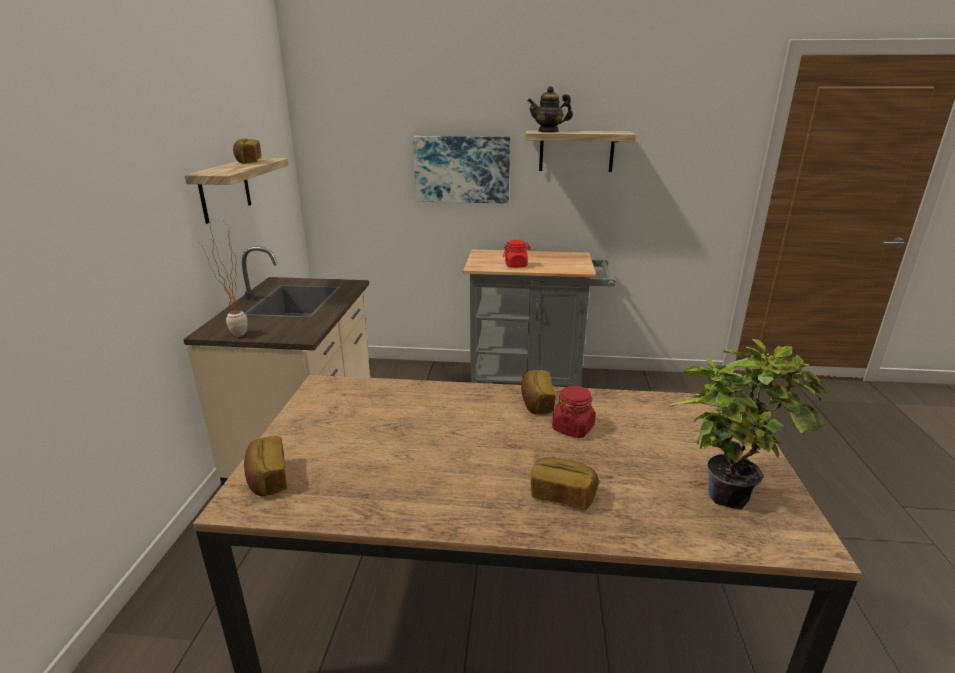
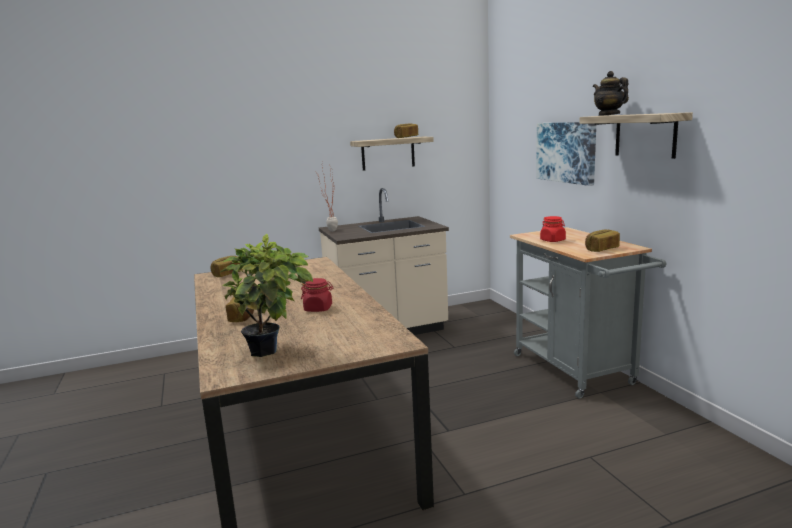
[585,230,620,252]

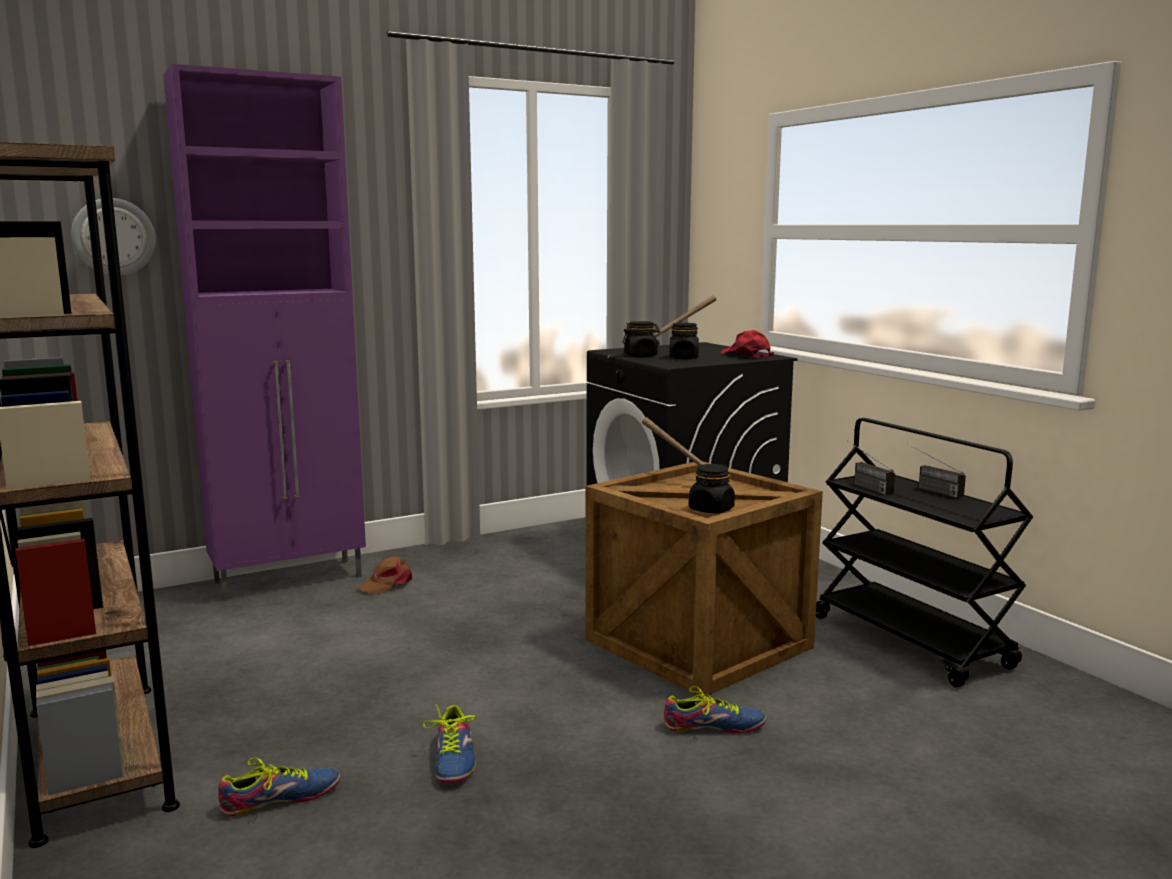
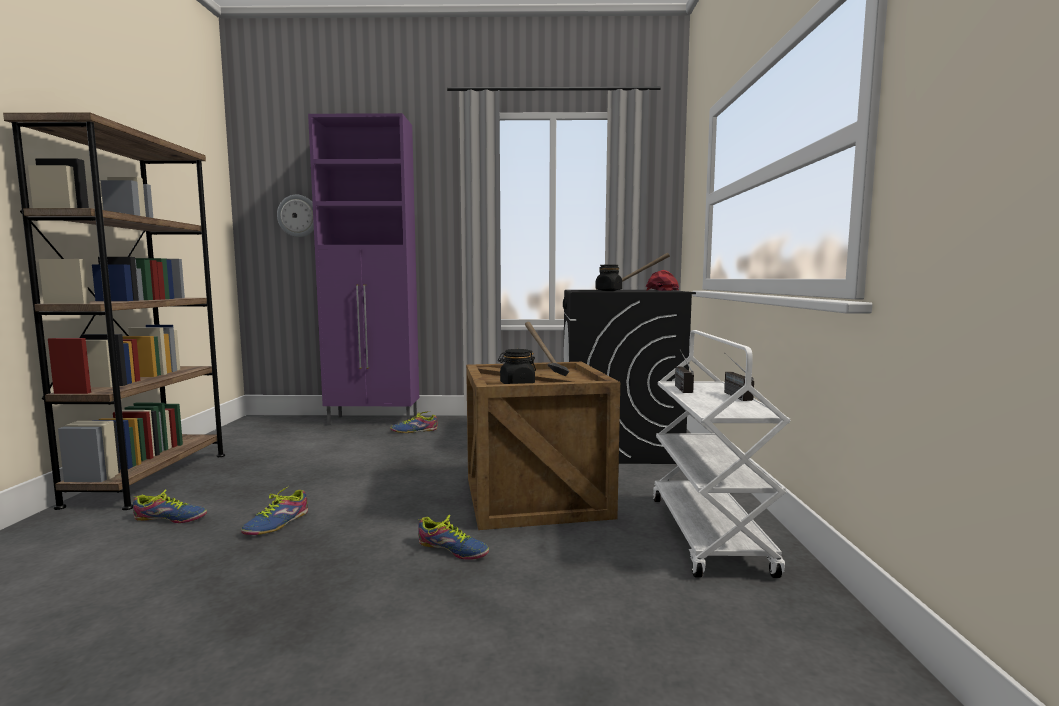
[622,321,660,357] (first image)
[390,411,438,433]
[653,330,791,578]

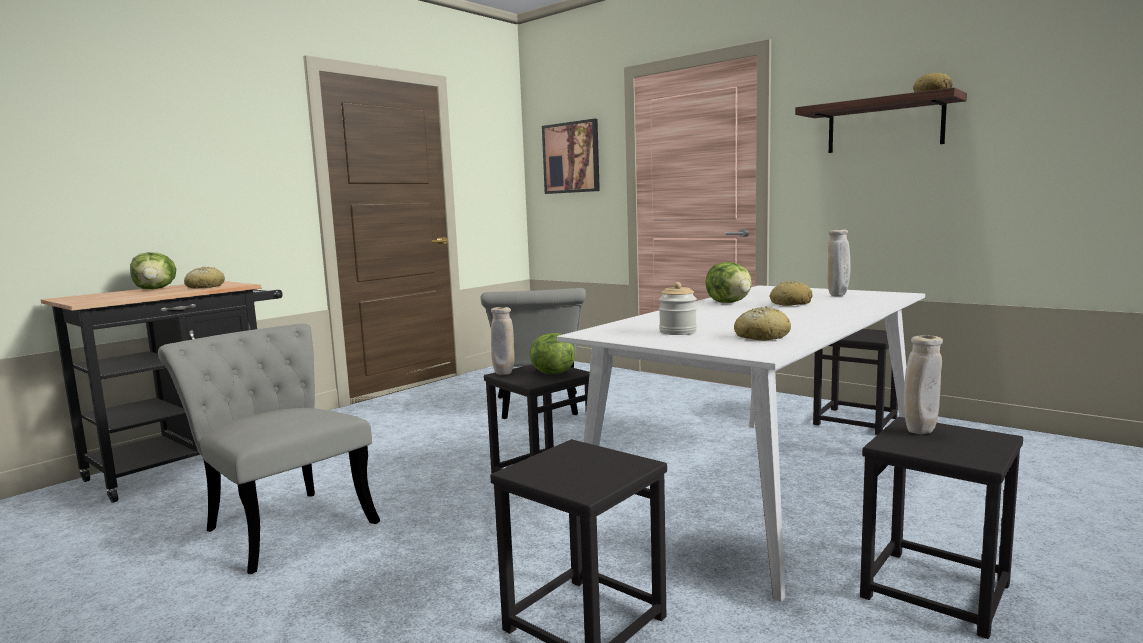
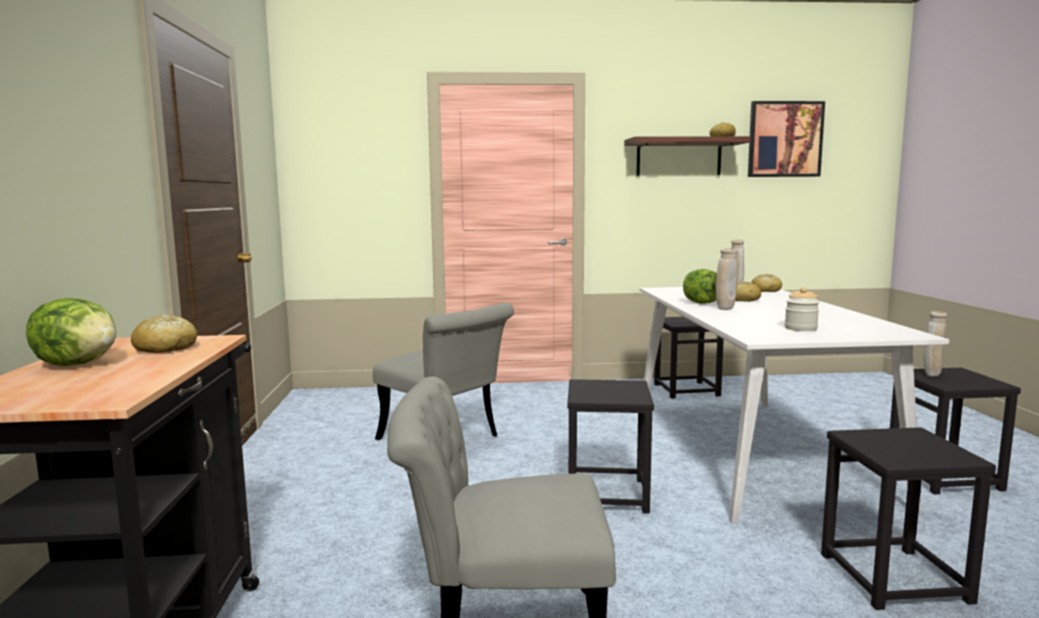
[529,333,575,374] (first image)
[716,248,738,310]
[748,101,825,177]
[751,273,782,292]

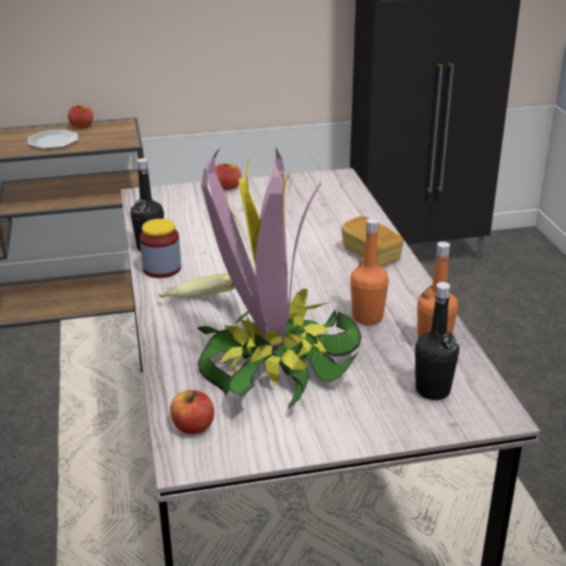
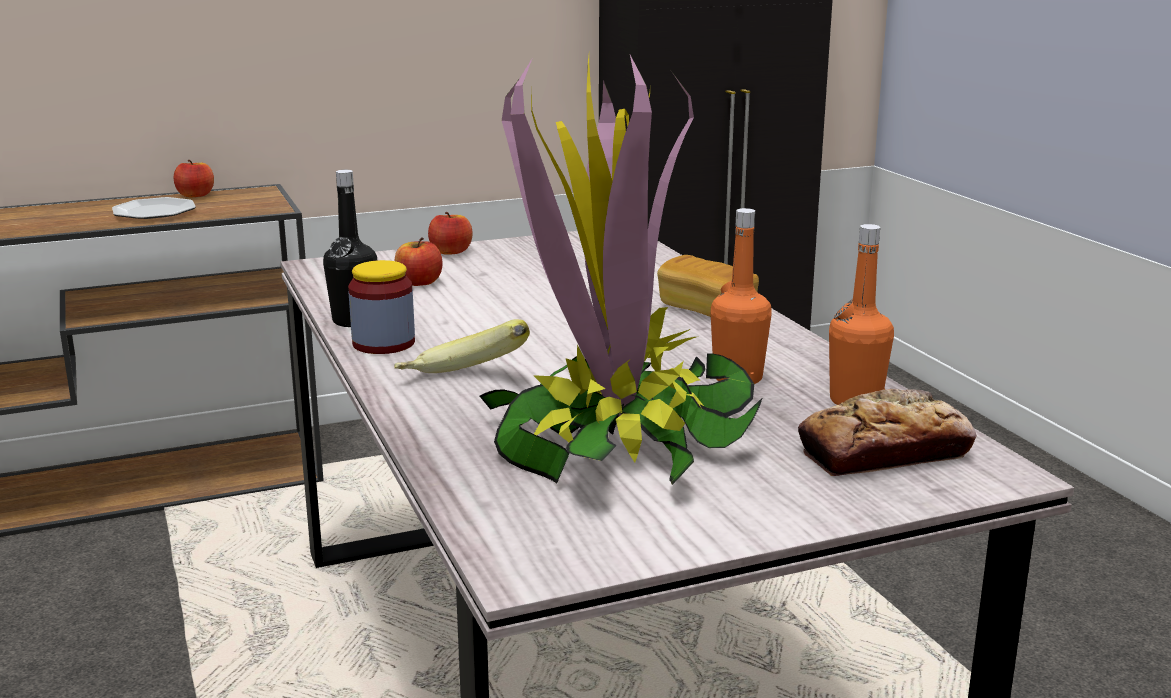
[395,237,443,286]
[798,389,977,476]

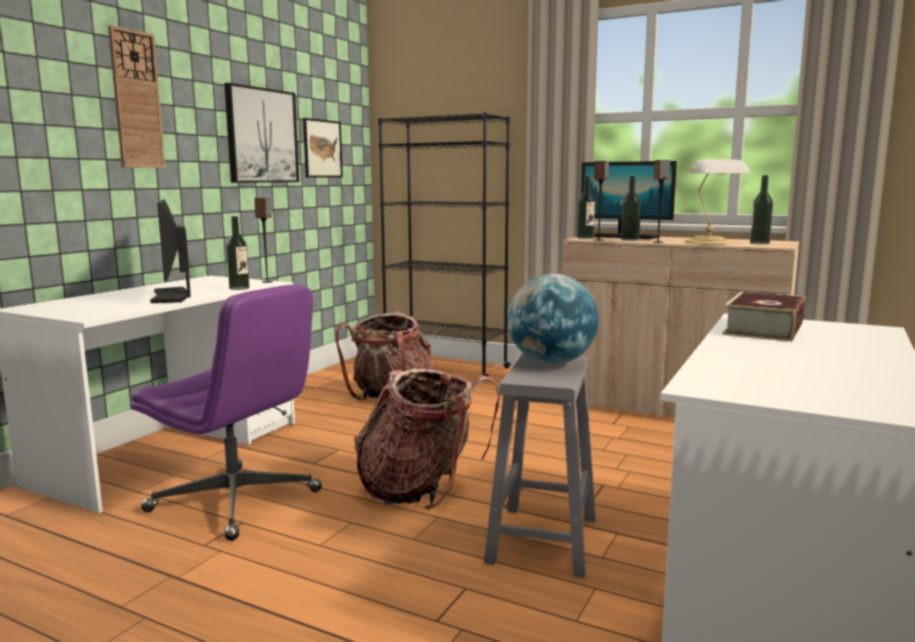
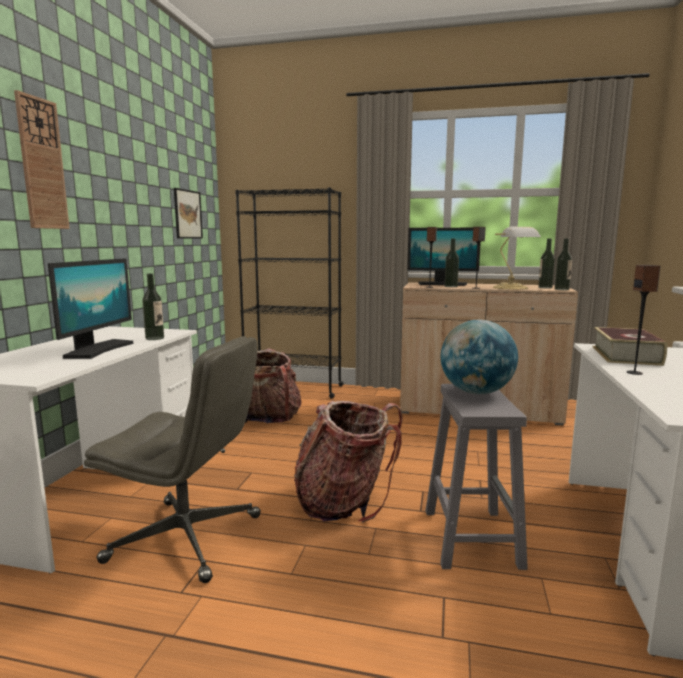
[224,83,299,183] (first image)
[627,265,661,375]
[554,238,572,290]
[84,336,261,583]
[48,258,133,359]

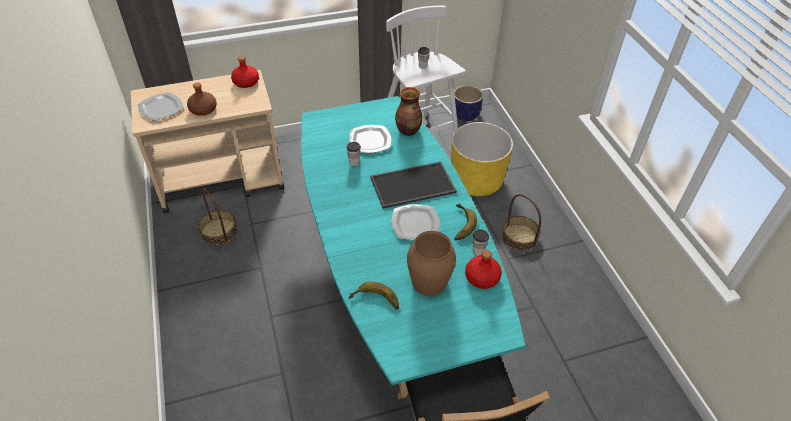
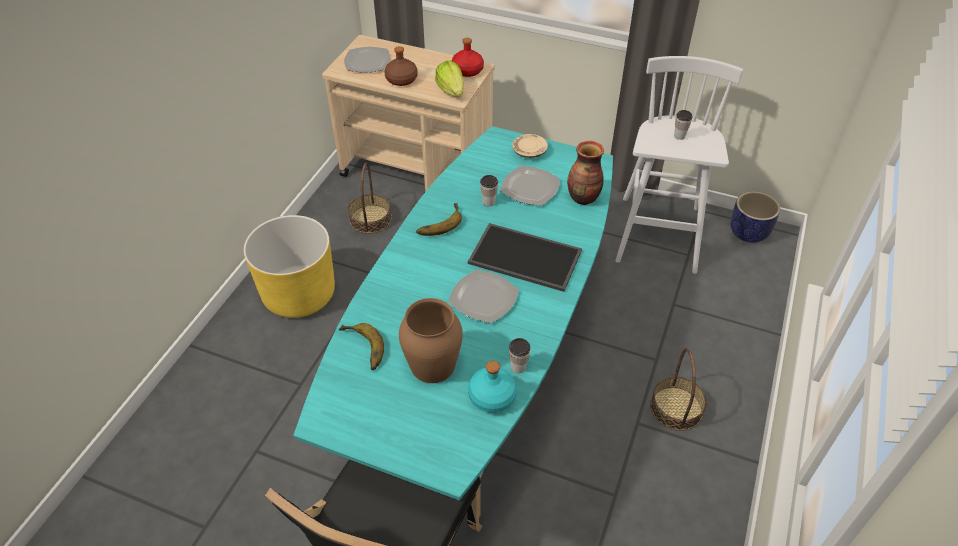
[435,61,464,97]
[512,134,548,158]
[244,215,335,318]
[416,203,462,236]
[468,361,517,412]

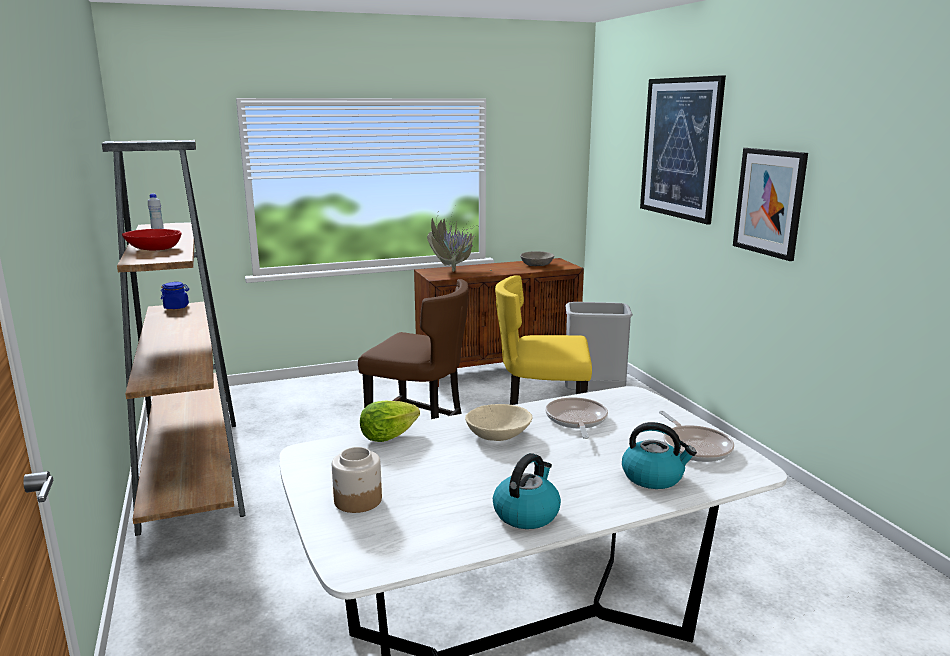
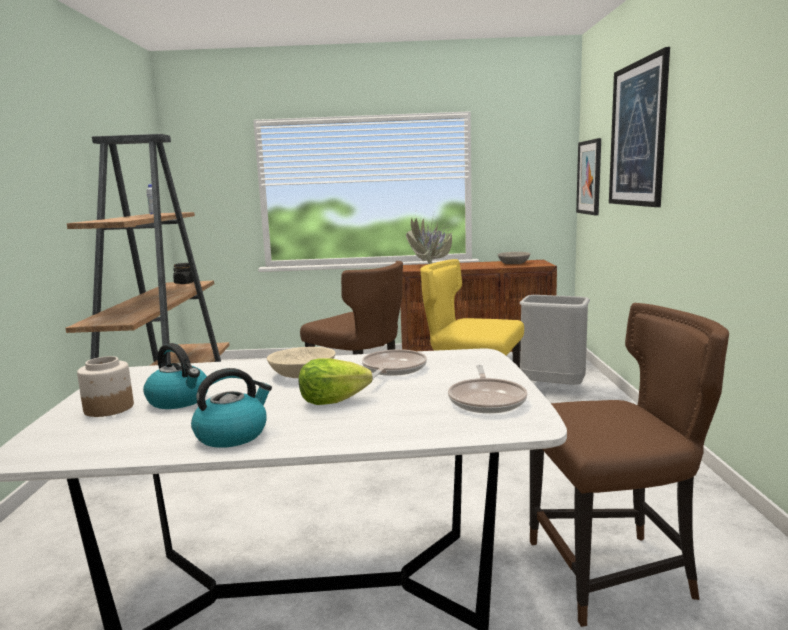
[122,229,182,251] (first image)
[530,303,729,627]
[299,359,373,405]
[143,343,208,409]
[576,138,601,215]
[173,263,194,284]

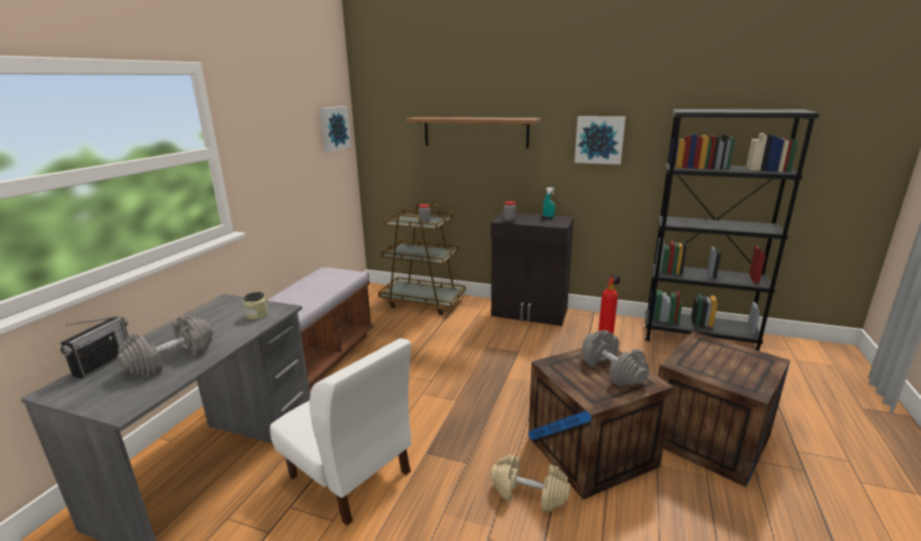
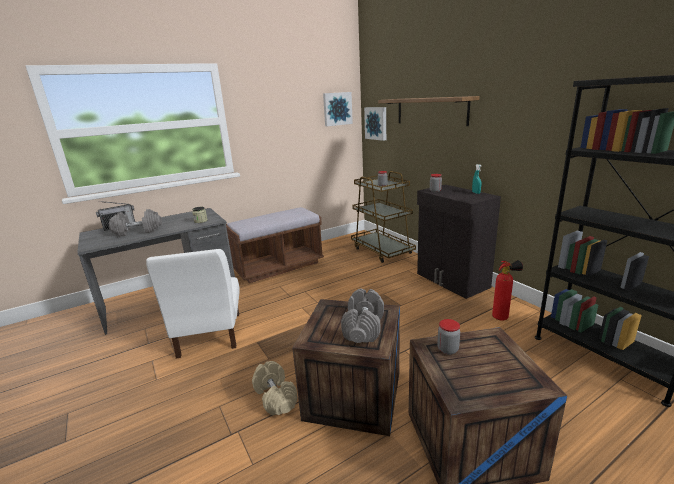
[437,319,460,355]
[364,107,386,141]

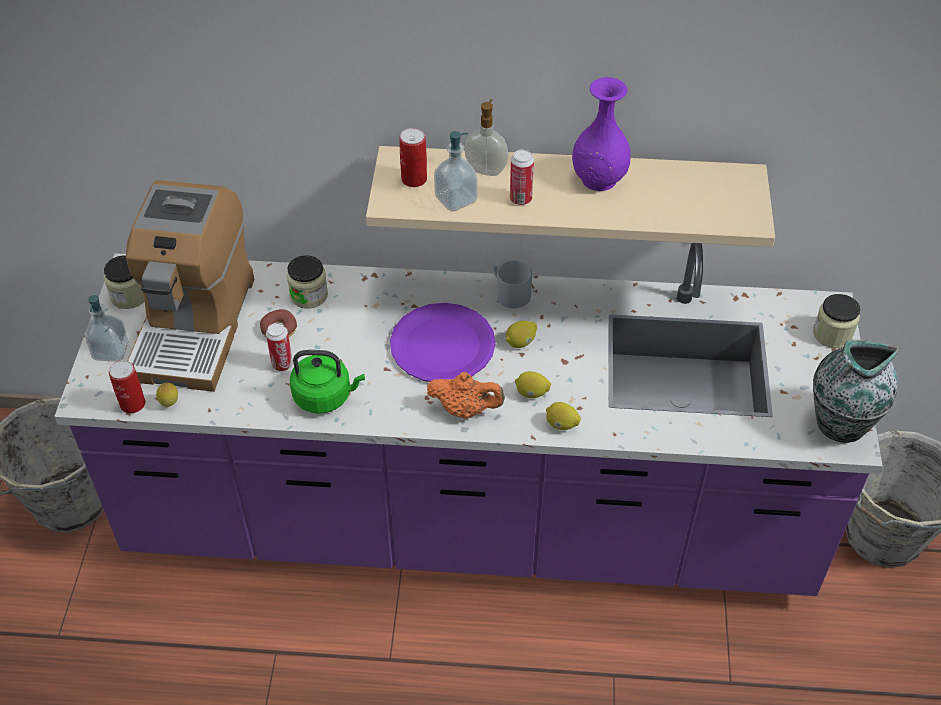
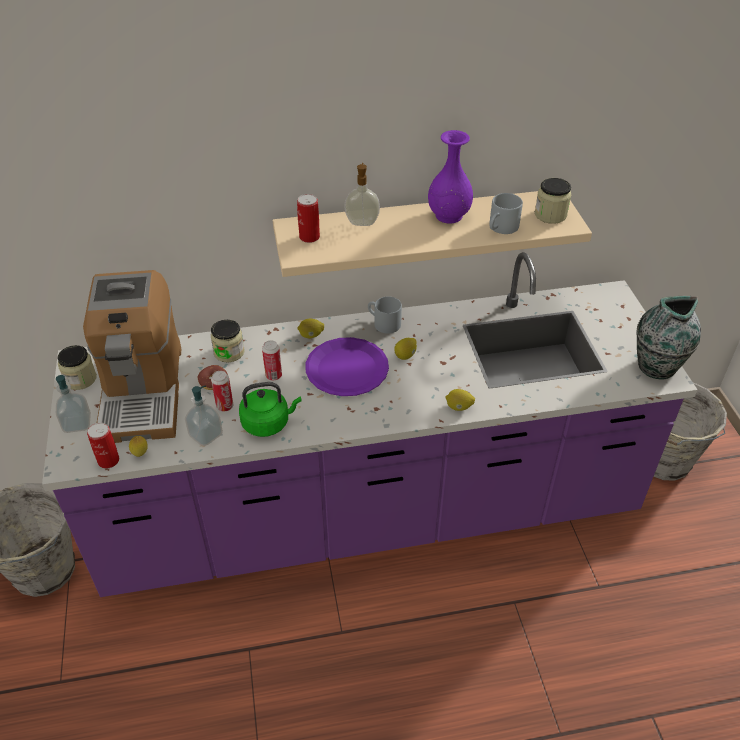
[427,372,505,419] (first image)
[489,193,523,234]
[185,385,223,446]
[262,340,282,380]
[297,319,324,338]
[535,178,571,224]

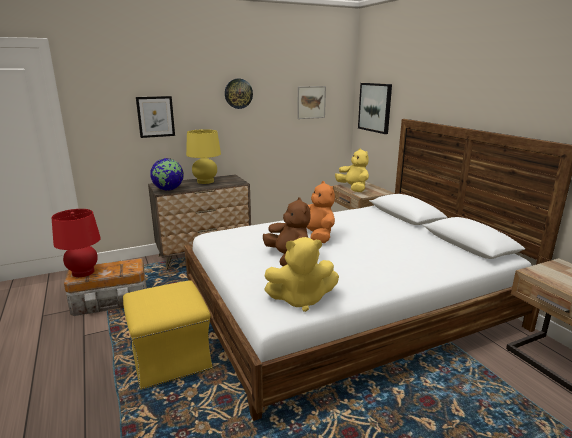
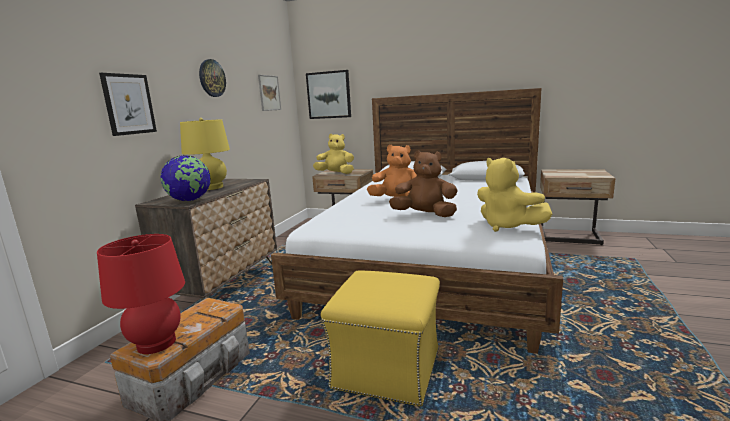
[477,158,552,232]

